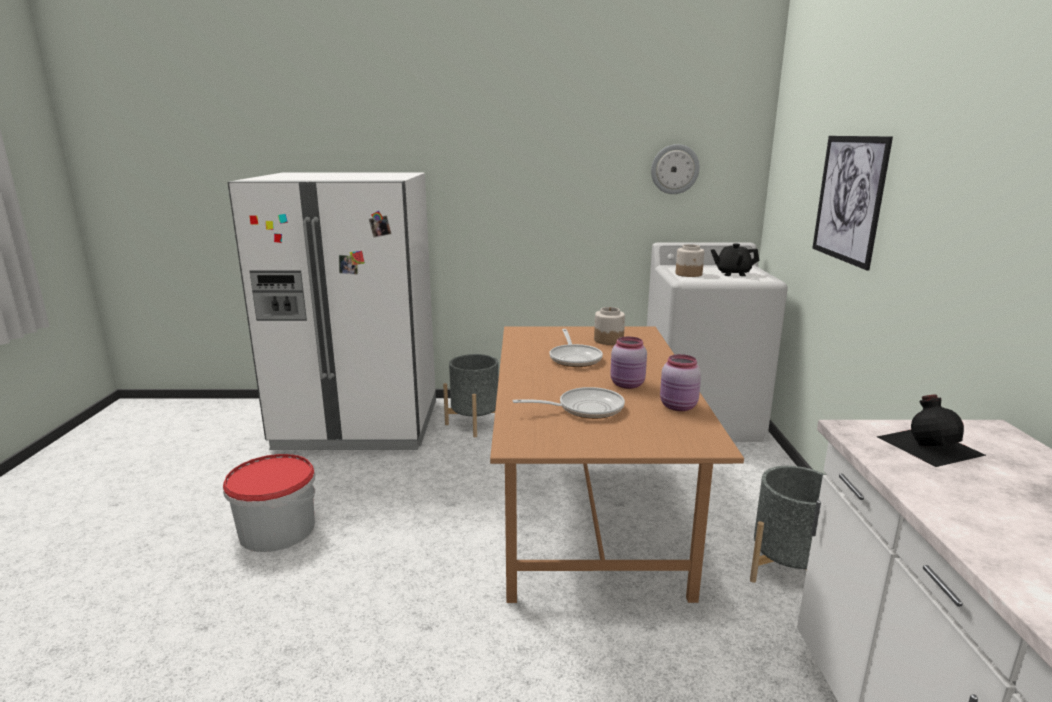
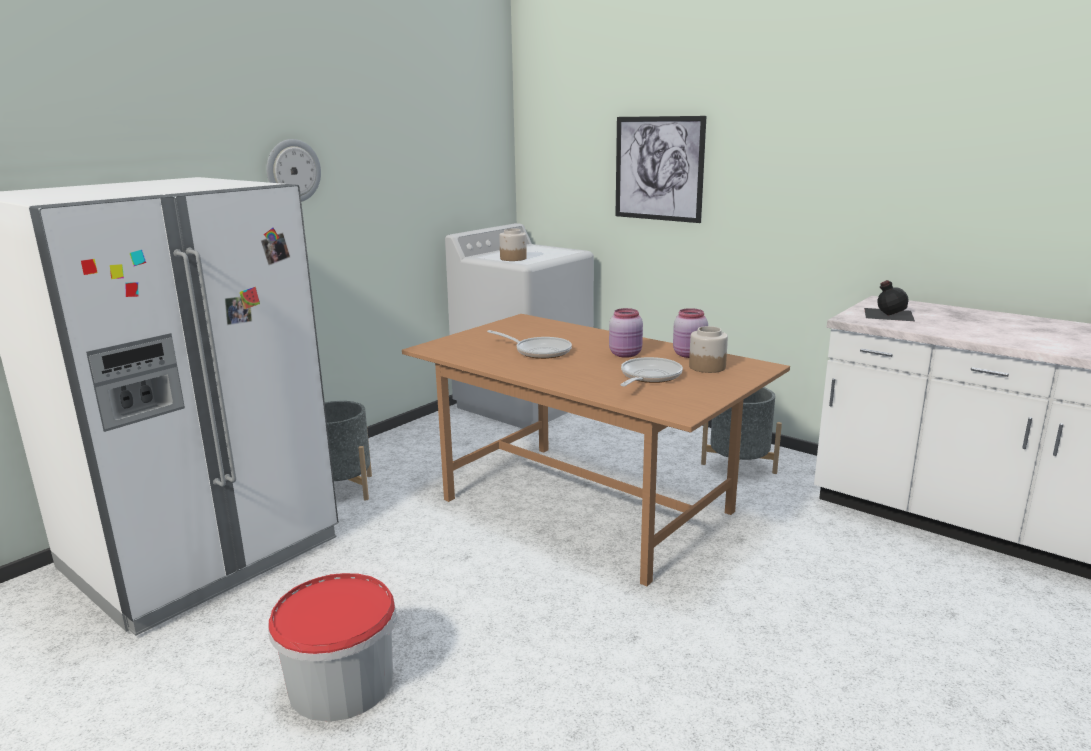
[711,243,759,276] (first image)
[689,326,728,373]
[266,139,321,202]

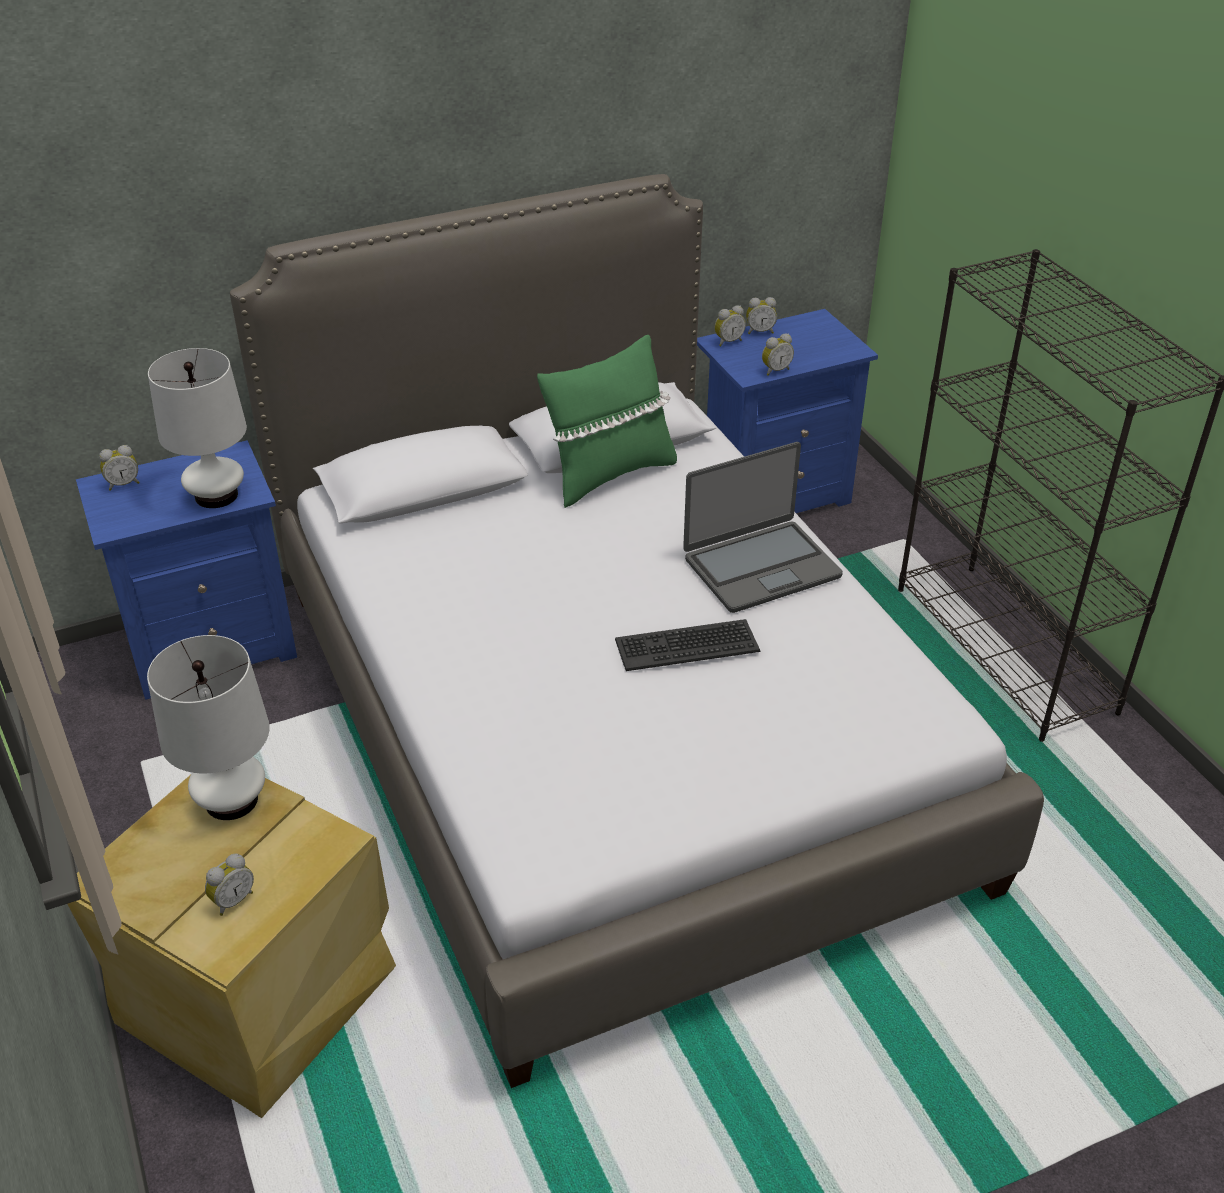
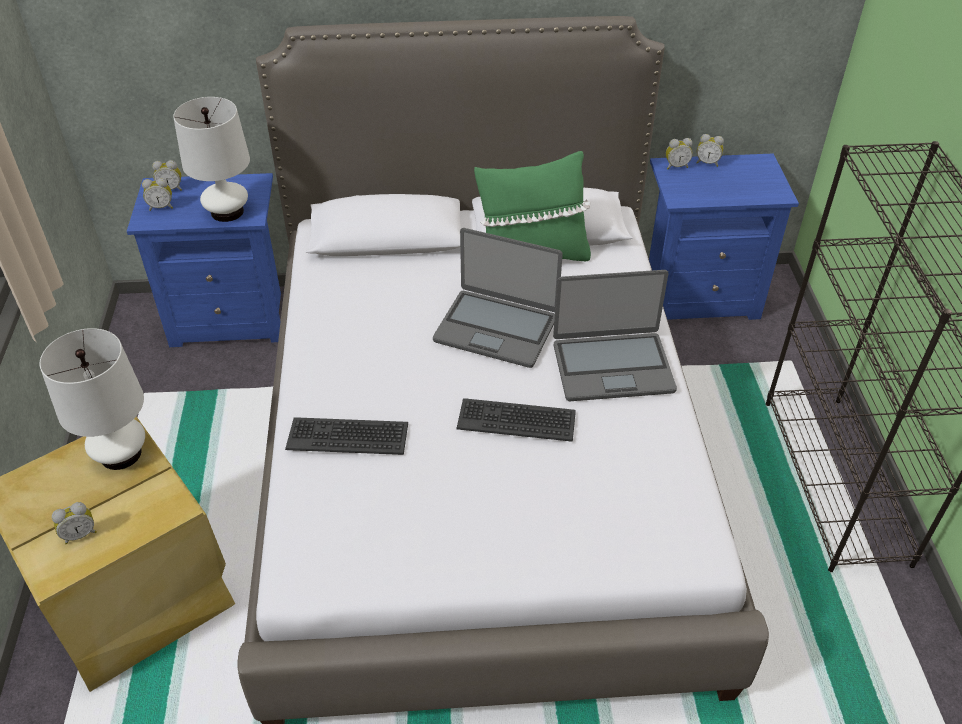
[285,417,408,455]
[433,228,563,368]
[142,178,173,211]

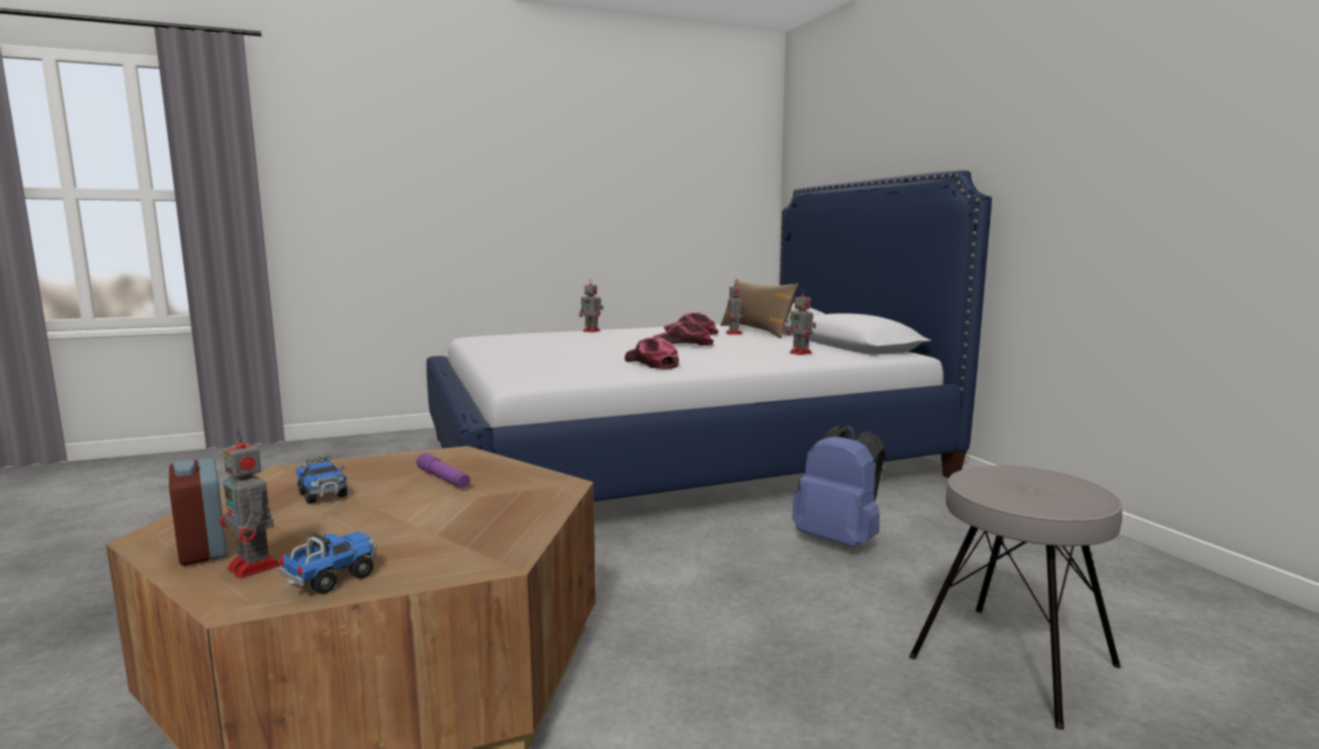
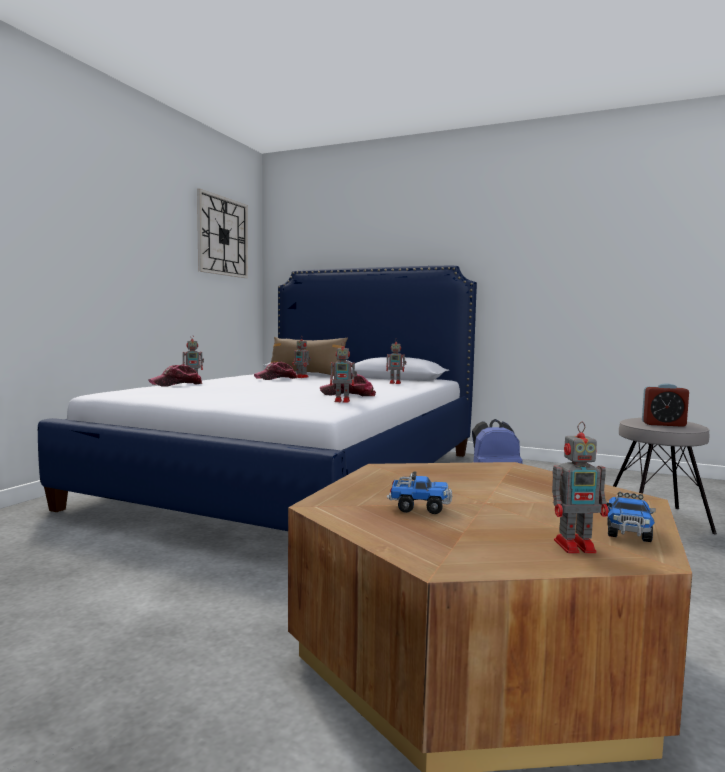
[416,453,470,488] (first image)
[197,189,248,278]
[330,341,357,403]
[642,383,689,427]
[148,364,202,387]
[607,492,656,542]

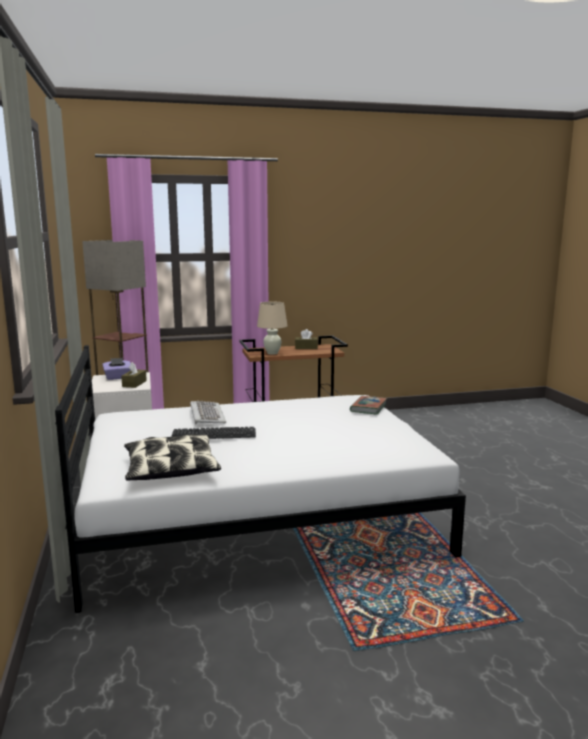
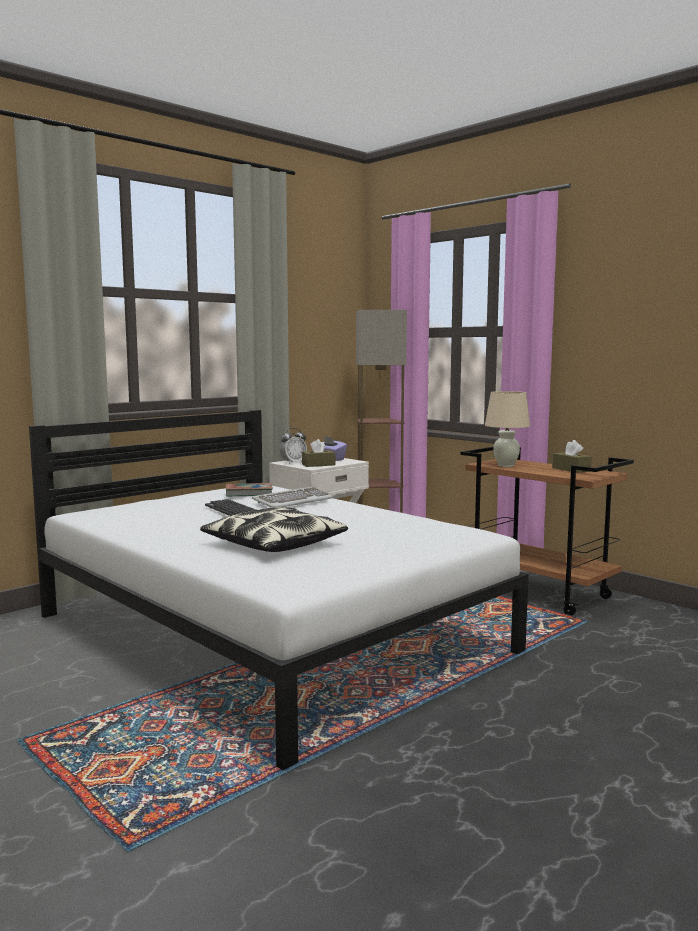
[280,428,307,464]
[200,507,348,552]
[226,483,273,497]

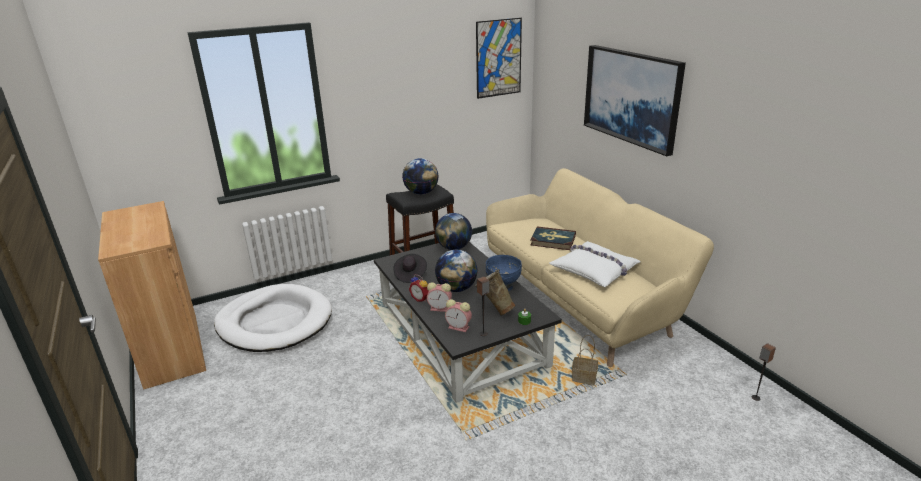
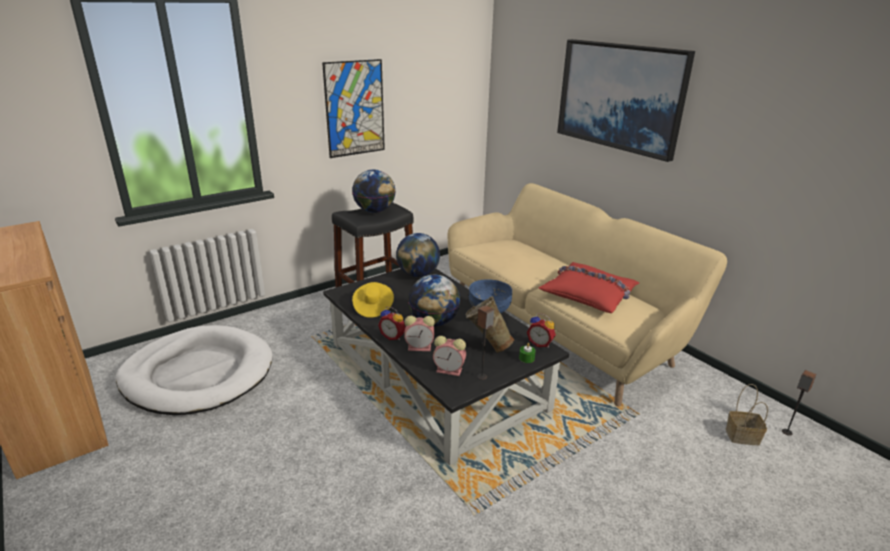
[530,226,576,250] (first image)
[527,314,556,347]
[322,59,385,158]
[726,384,768,445]
[352,282,394,318]
[539,262,639,313]

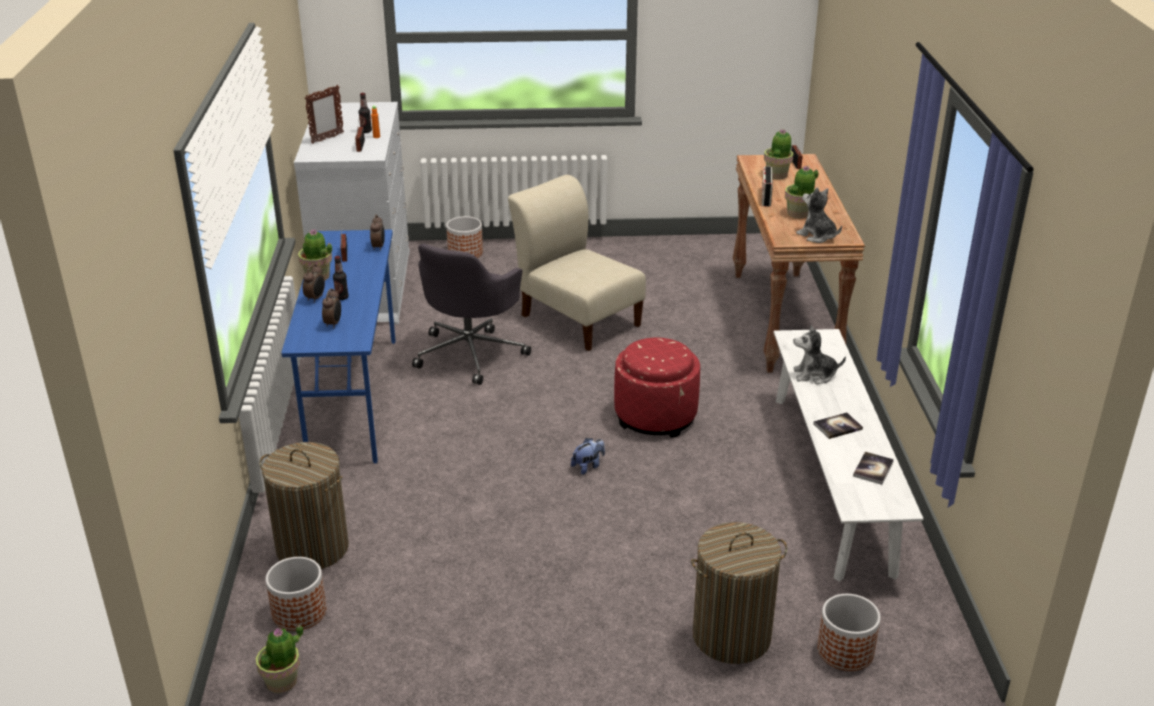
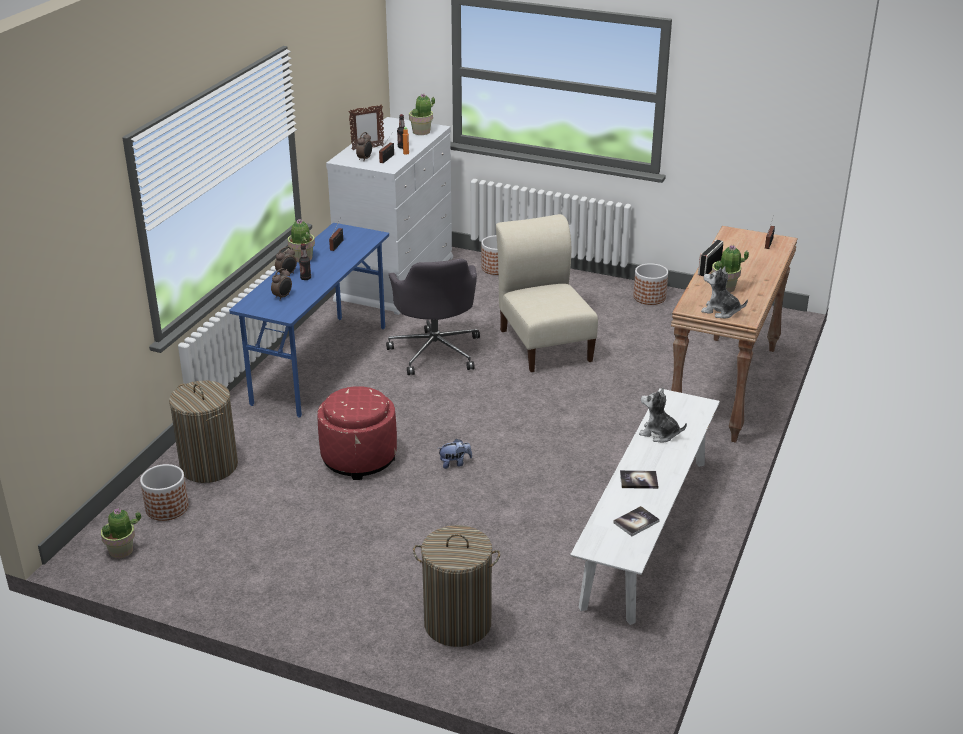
[356,132,372,160]
[317,386,397,480]
[409,93,435,135]
[633,263,668,305]
[386,259,480,375]
[701,266,748,318]

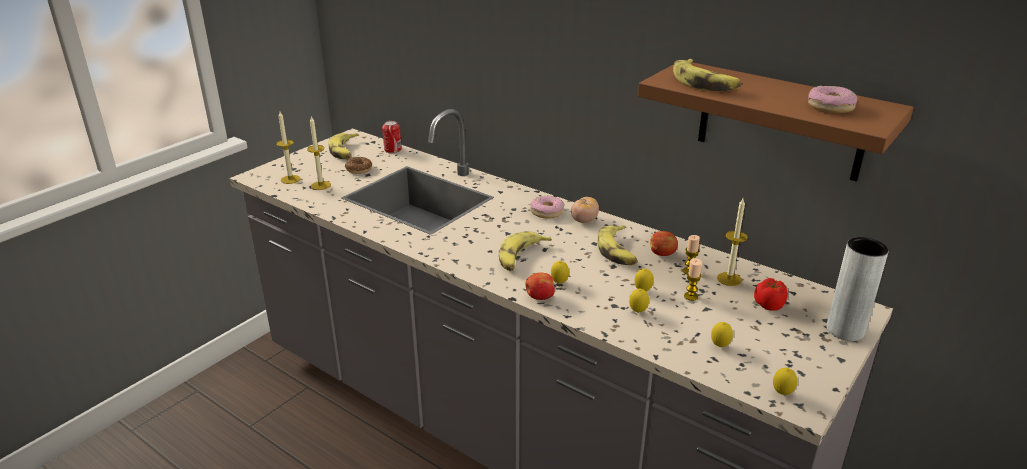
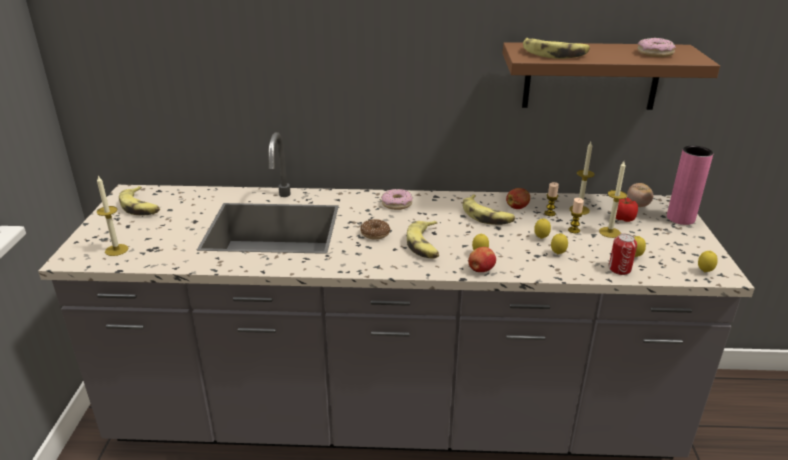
[599,161,627,238]
[360,219,390,239]
[609,234,637,275]
[627,183,653,207]
[667,145,713,225]

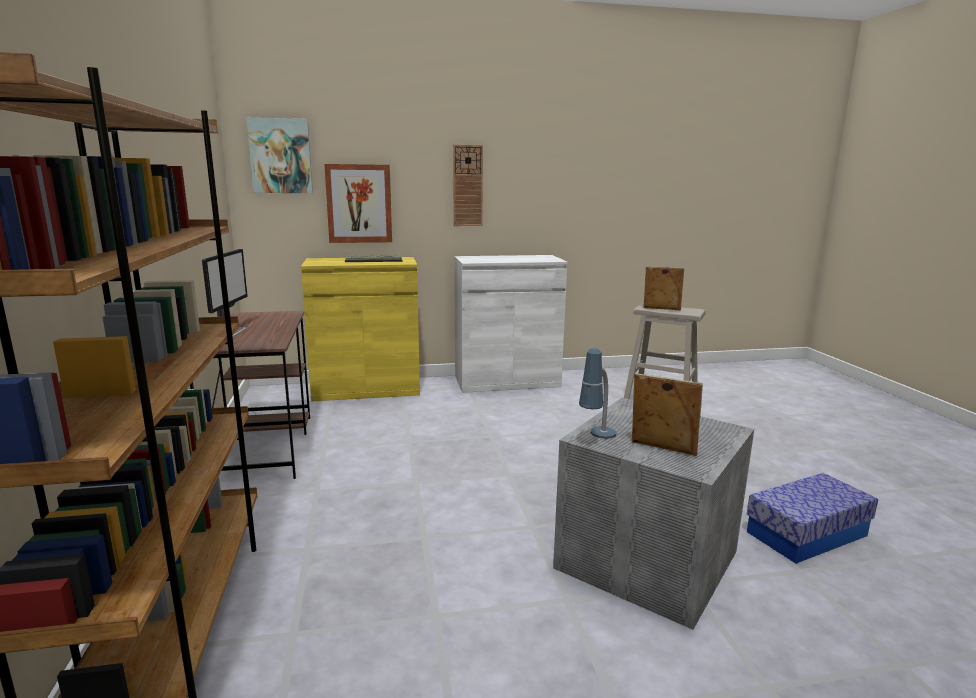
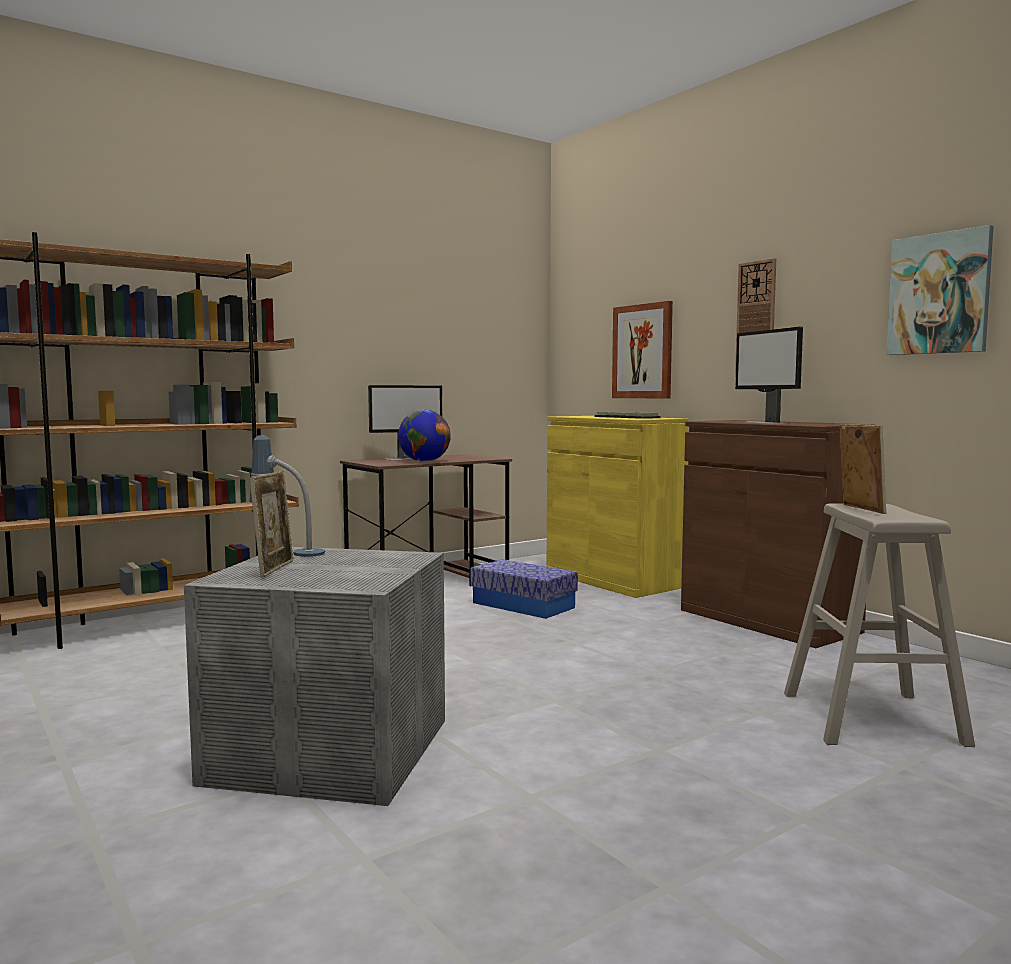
[398,410,451,462]
[735,327,803,424]
[886,225,994,355]
[470,559,578,619]
[681,420,874,648]

